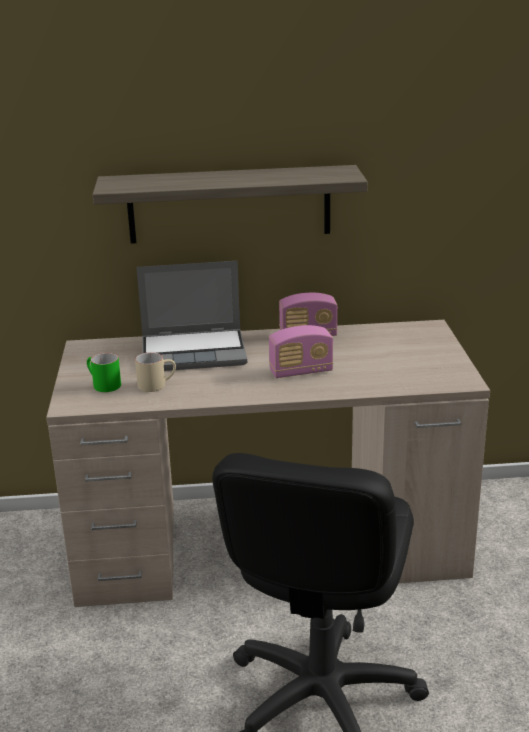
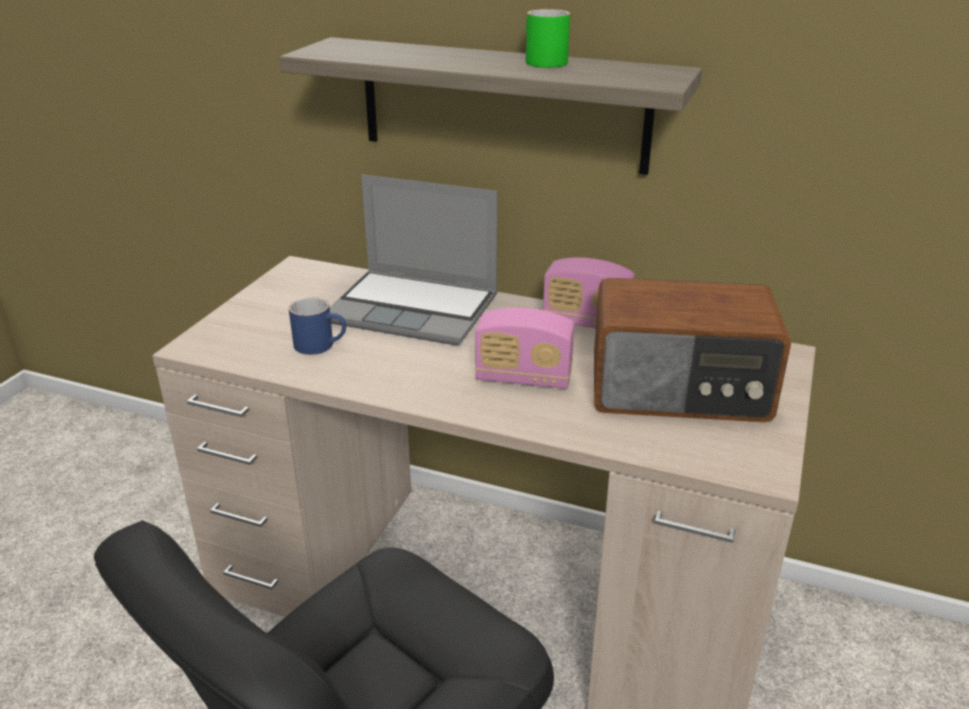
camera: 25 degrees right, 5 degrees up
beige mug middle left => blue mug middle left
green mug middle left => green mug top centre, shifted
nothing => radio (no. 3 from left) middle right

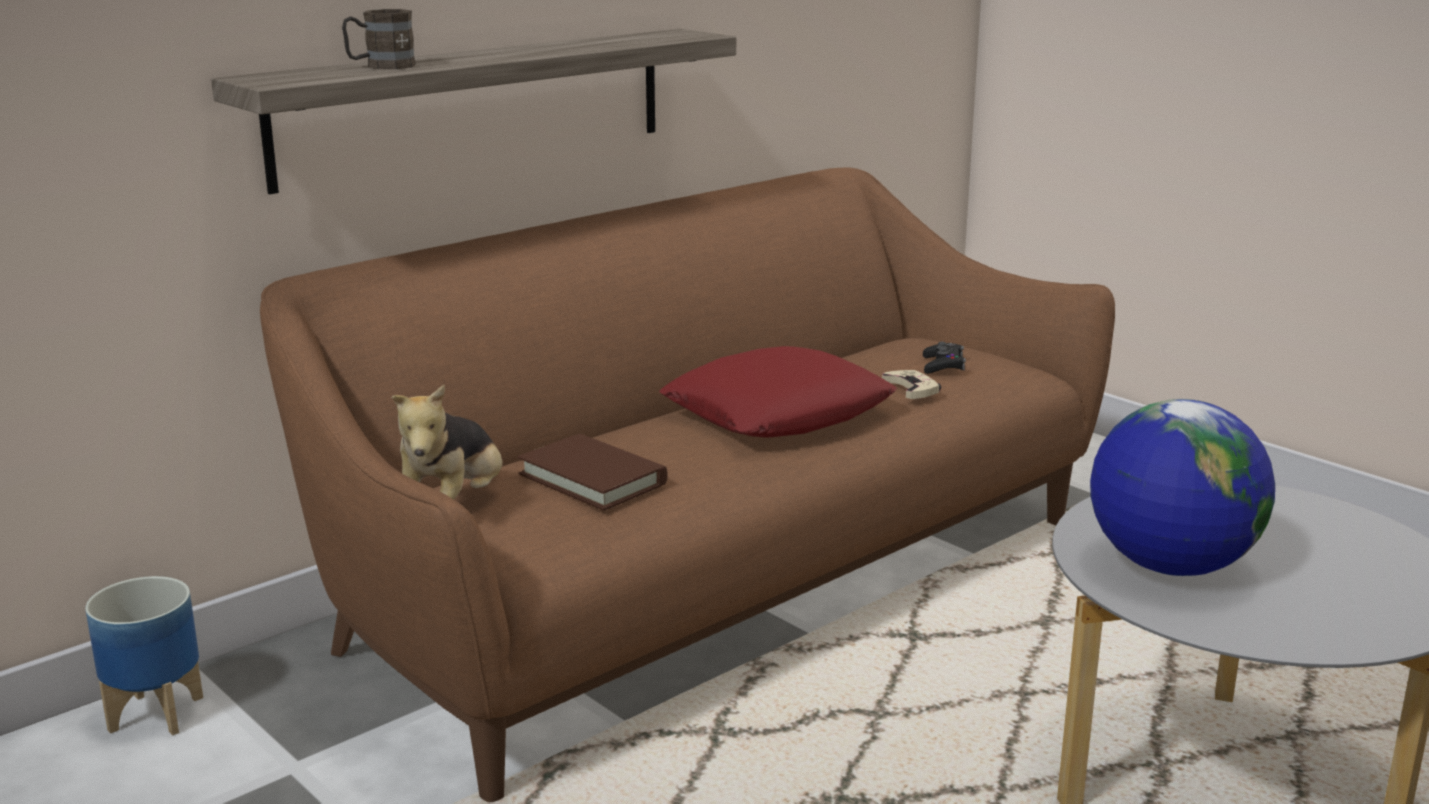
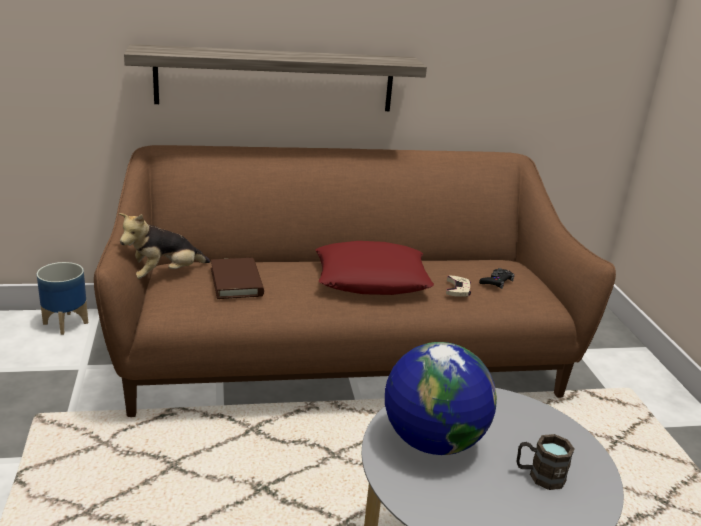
camera: 30 degrees right, 5 degrees up
brown mug top left => brown mug bottom right, shifted

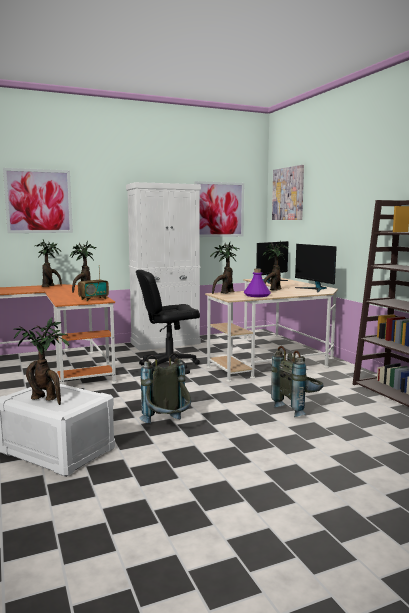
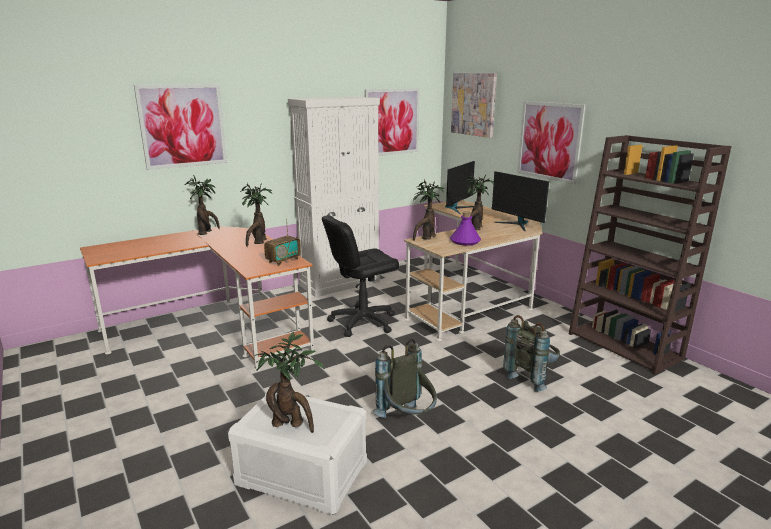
camera: 10 degrees left, 10 degrees up
nothing => picture (no. 4 from left) top right

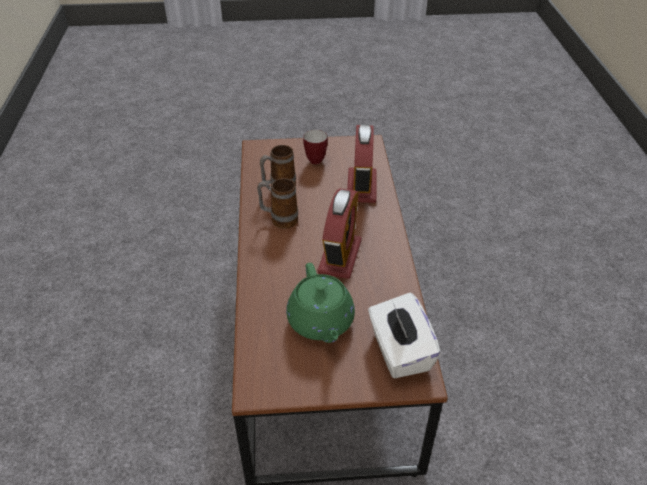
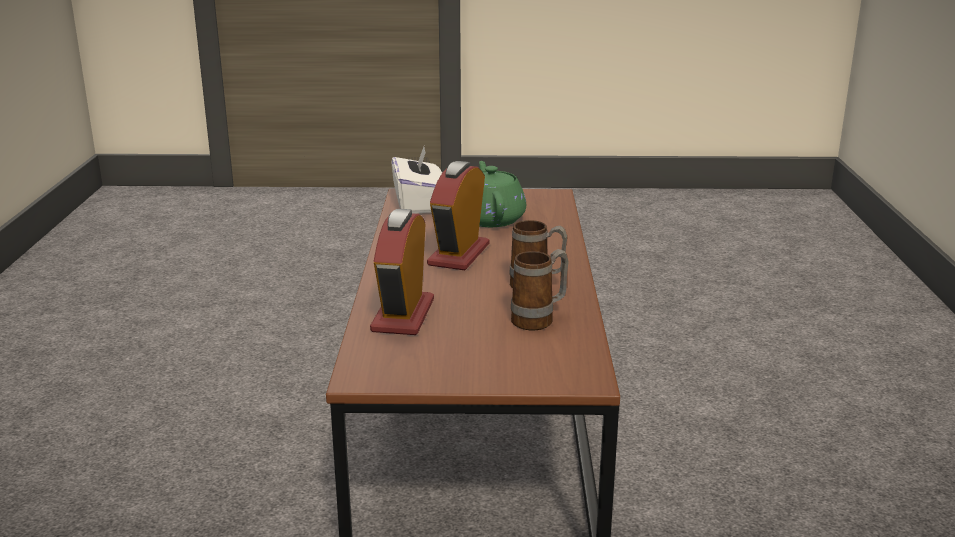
camera: 175 degrees left, 20 degrees down
mug (no. 3 from left) top centre => nothing

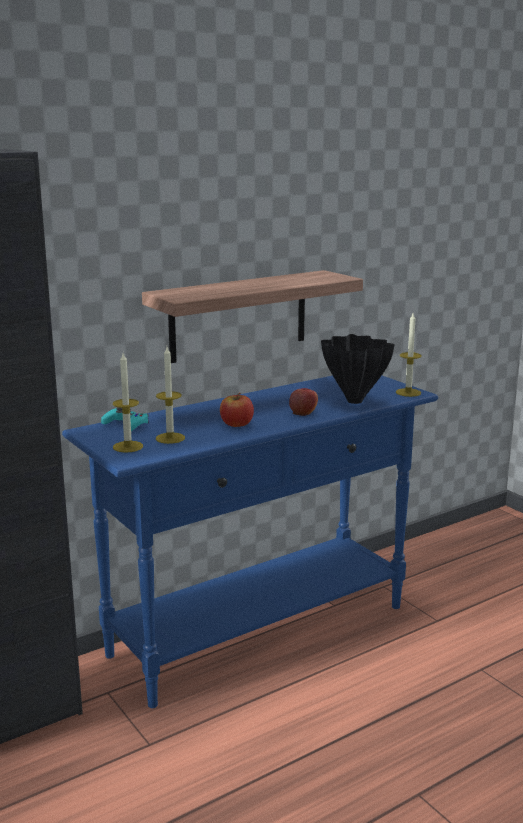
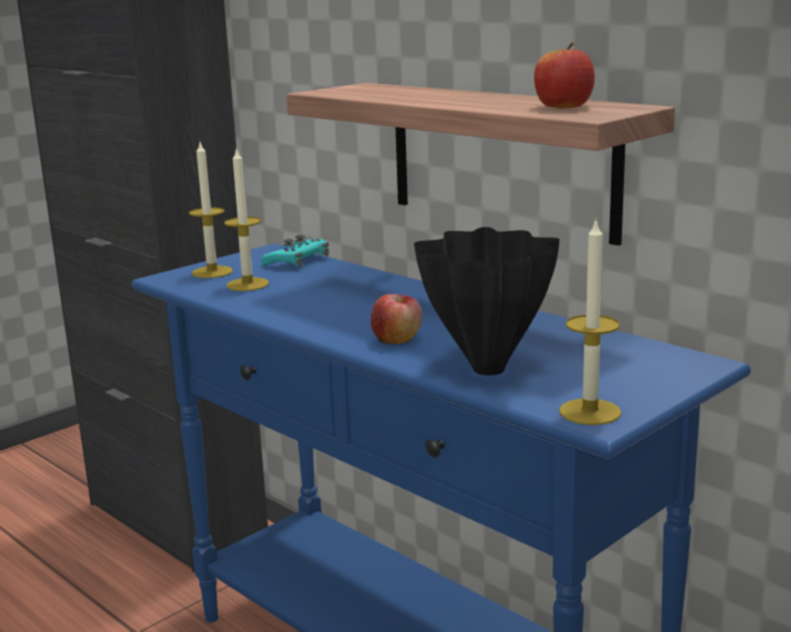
camera: 80 degrees right, 0 degrees up
apple (no. 1 from left in the first image) centre => apple (no. 2 from left) top right, shifted

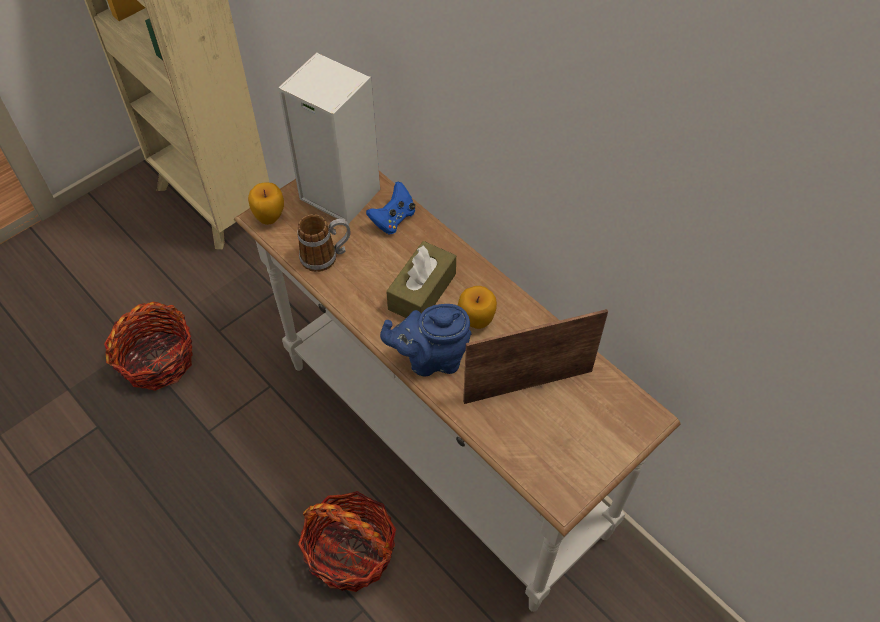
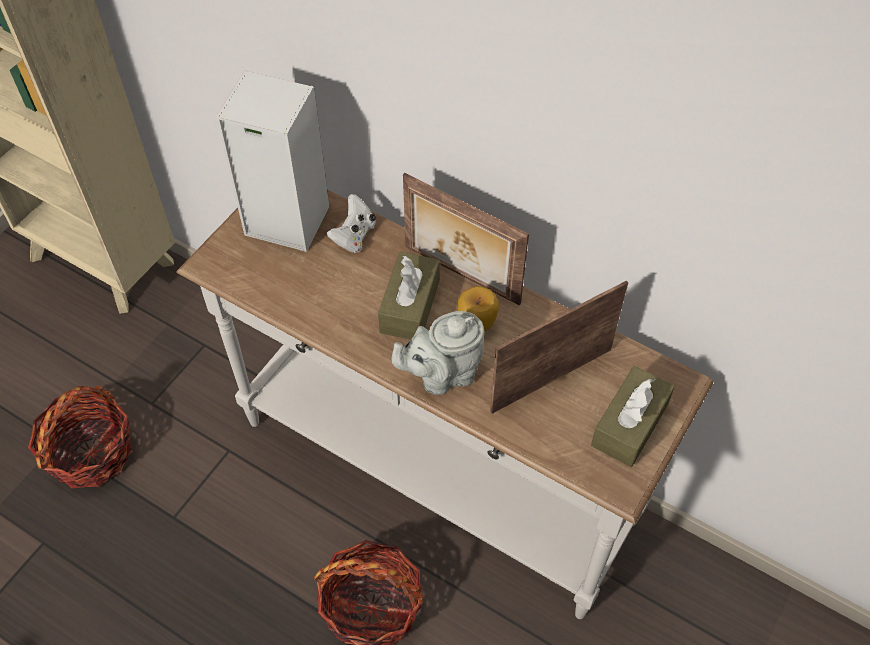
camera: 15 degrees left, 0 degrees up
apple (no. 1 from left) top left => nothing
blue game controller centre => white game controller centre
mug centre => nothing
blue teapot centre => grey teapot centre
nothing => picture frame (no. 1 from left) centre
nothing => brown tissue box (no. 2 from left) middle right

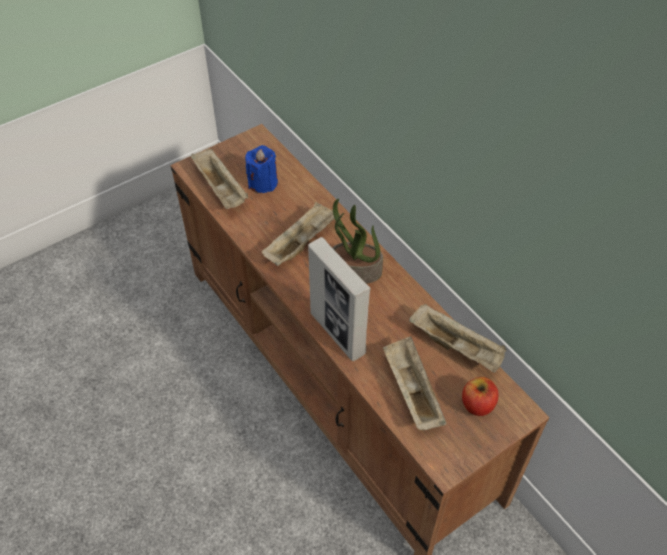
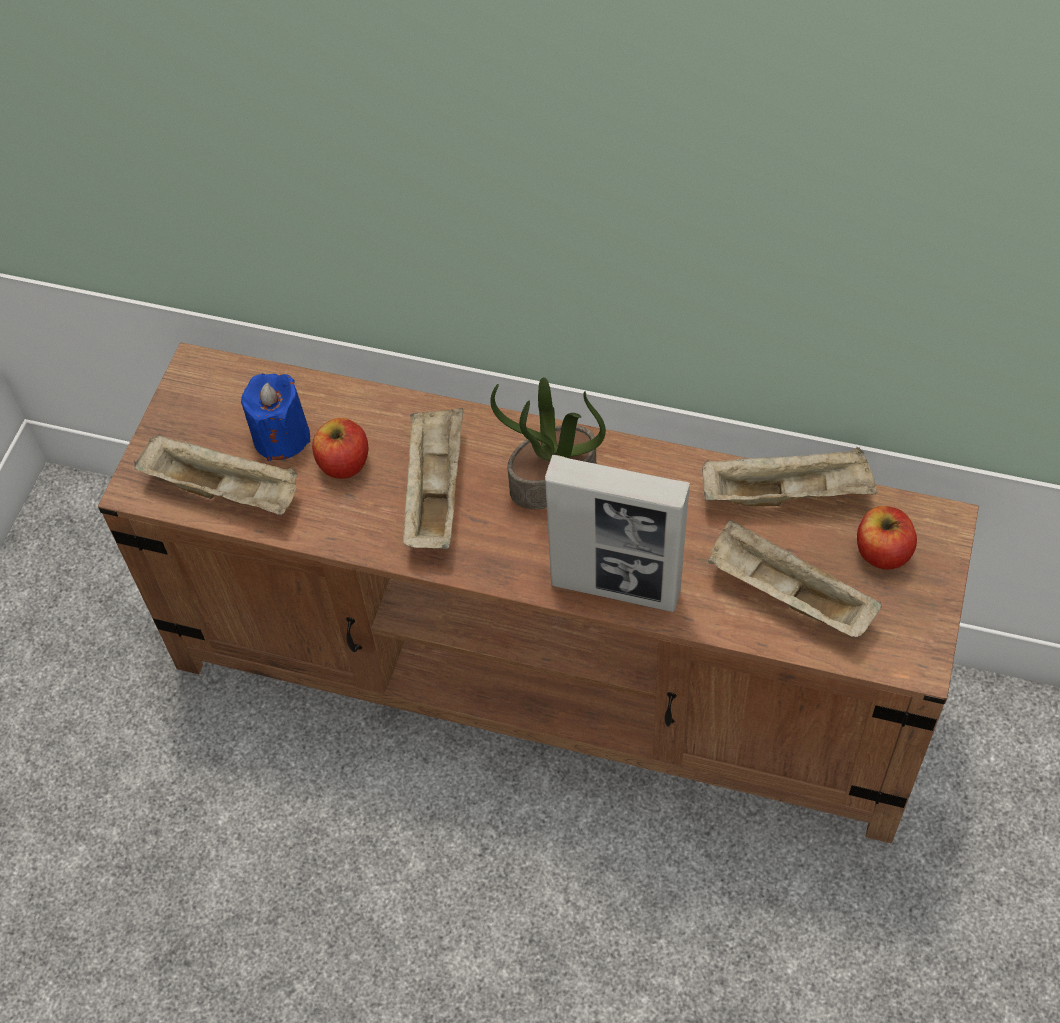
camera: 35 degrees left, 5 degrees up
nothing => apple (no. 1 from left) middle left

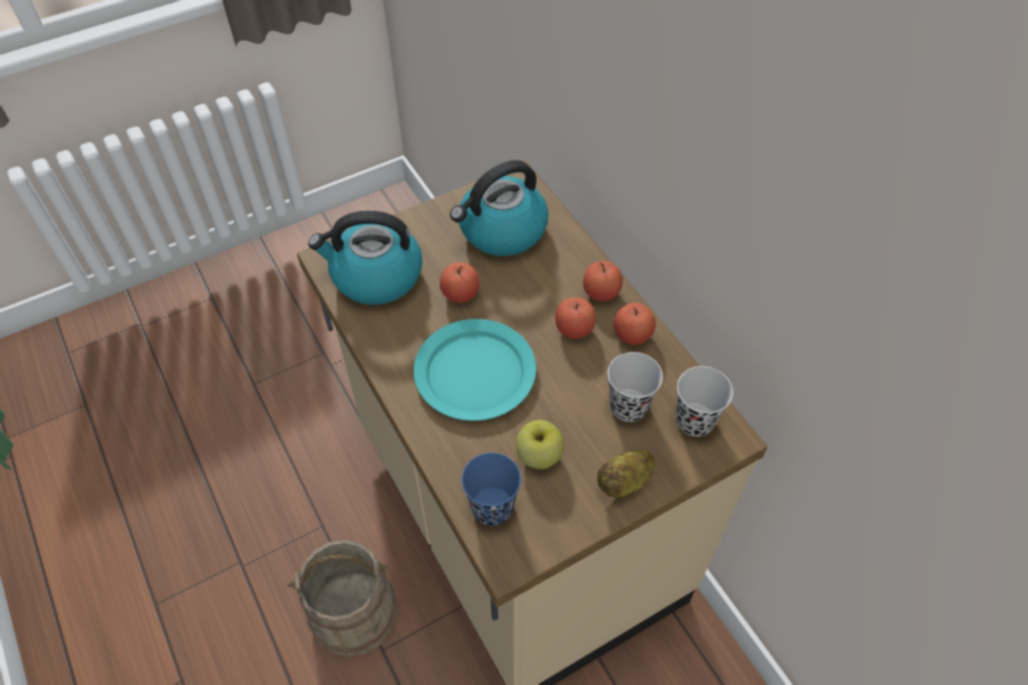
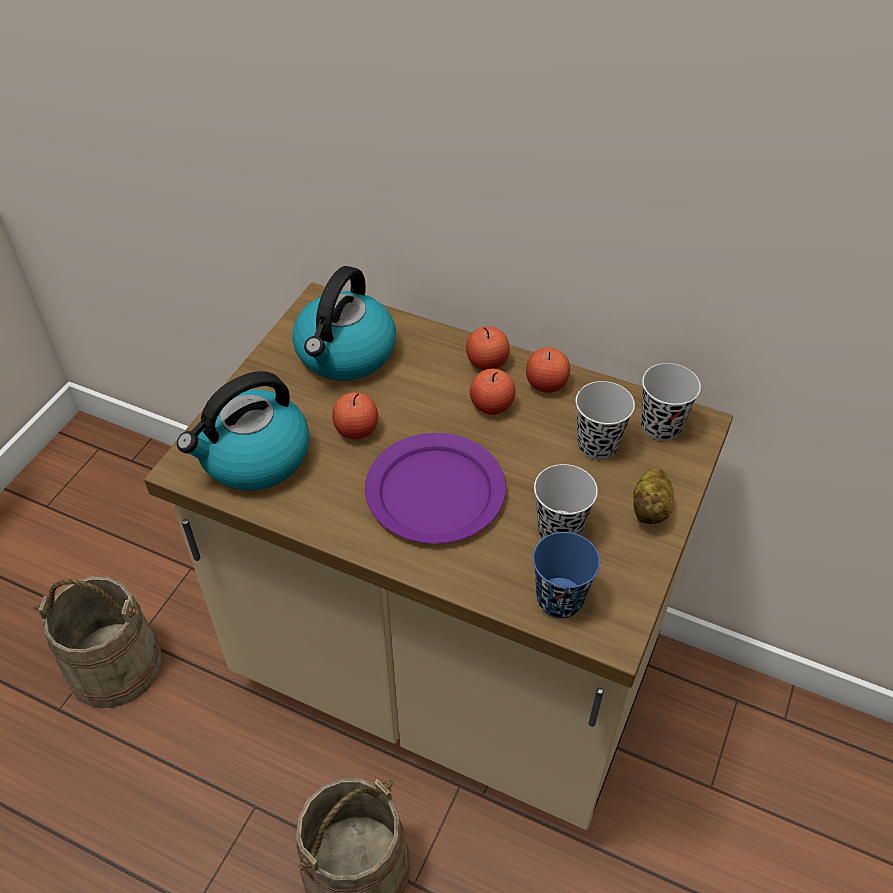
camera: 35 degrees left, 5 degrees down
turquoise plate centre => purple plate centre
apple (no. 2 from left) centre => black cup (no. 1 from left) centre
nothing => beige bucket (no. 1 from left) bottom left

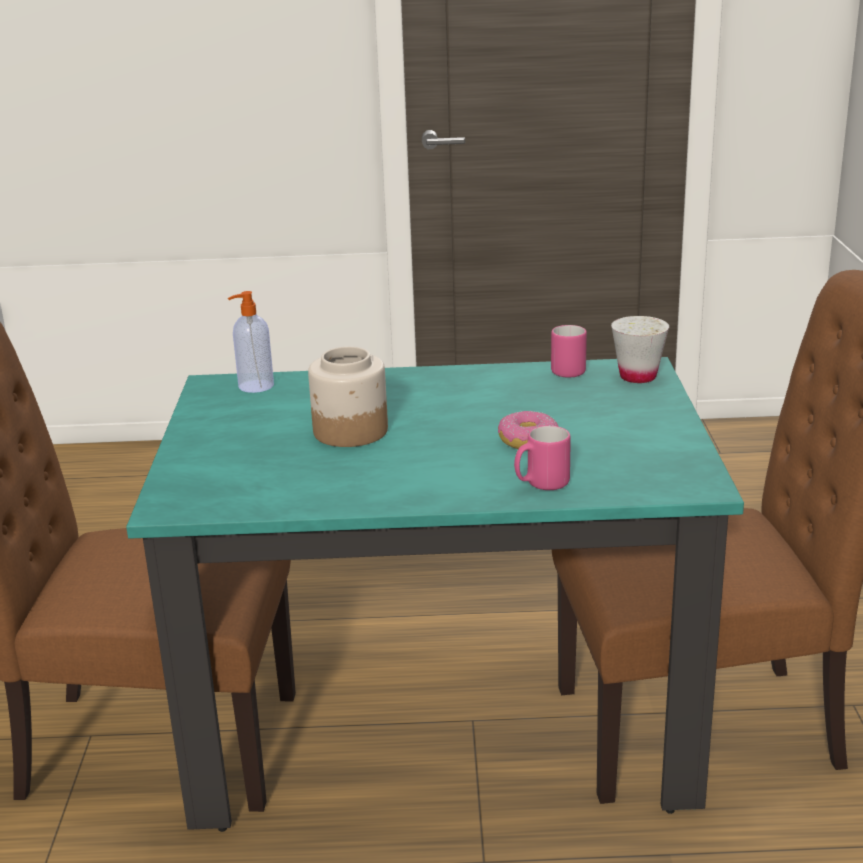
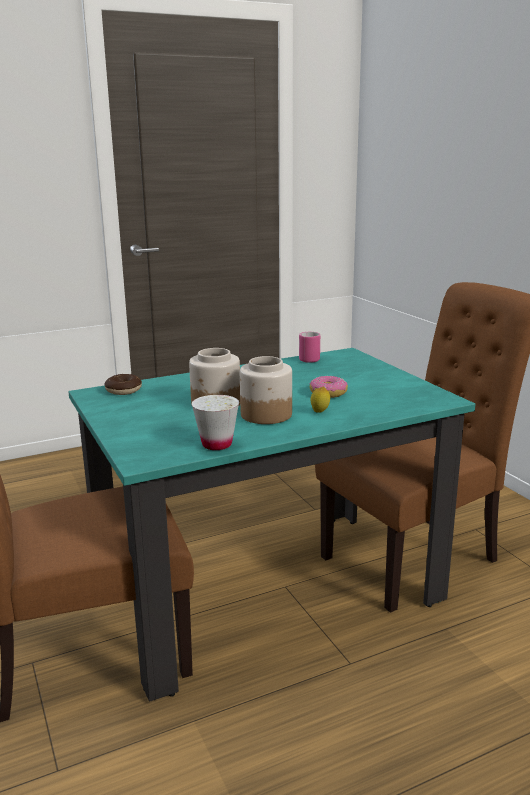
camera: 25 degrees left, 5 degrees down
soap dispenser middle left => donut (no. 1 from left) middle left
white cup middle right => white cup centre, shifted
pink mug (no. 1 from left) centre => nothing
nothing => jar (no. 2 from left) centre
nothing => lemon centre

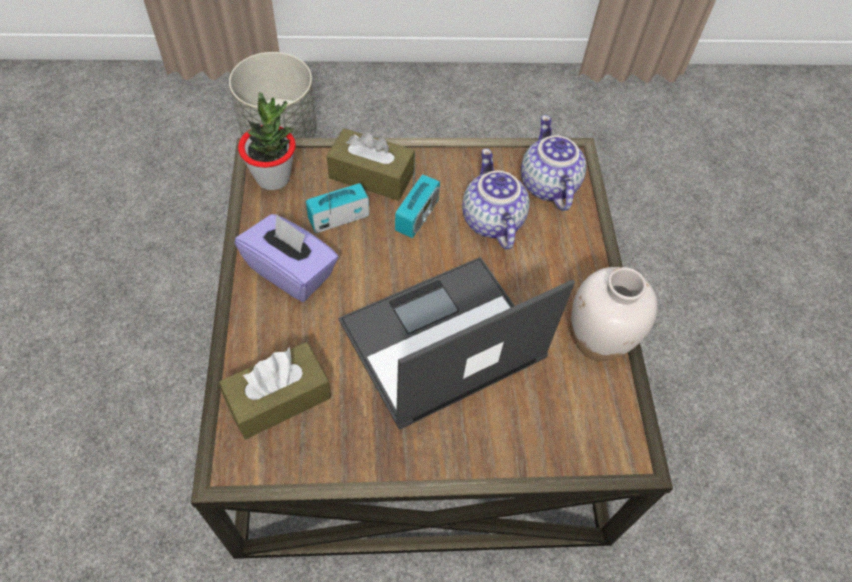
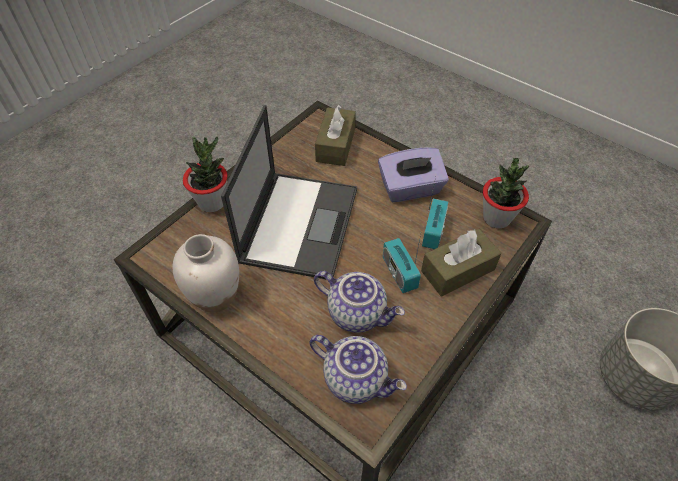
camera: 135 degrees right, 5 degrees down
nothing => potted plant (no. 1 from left) middle left

